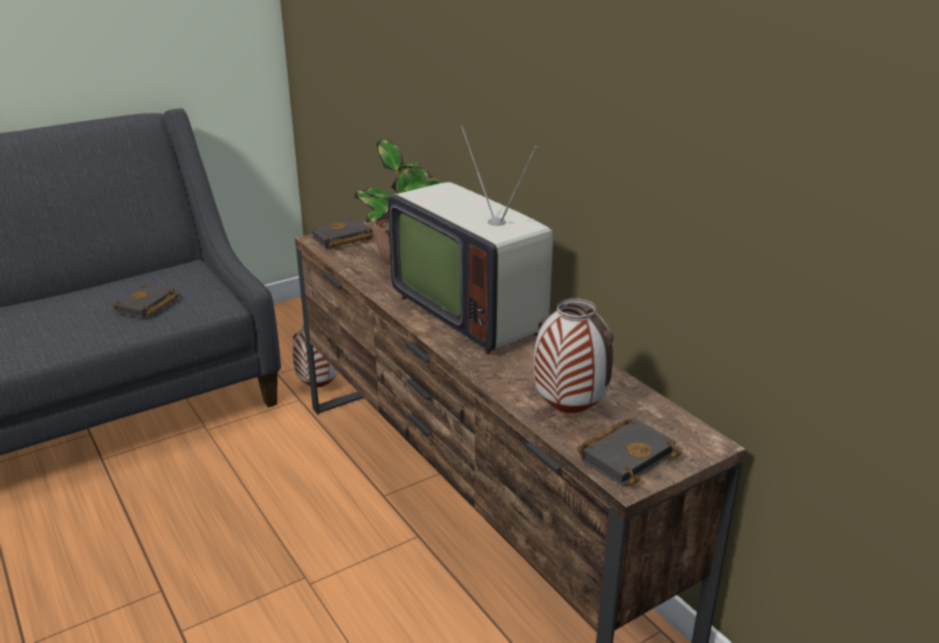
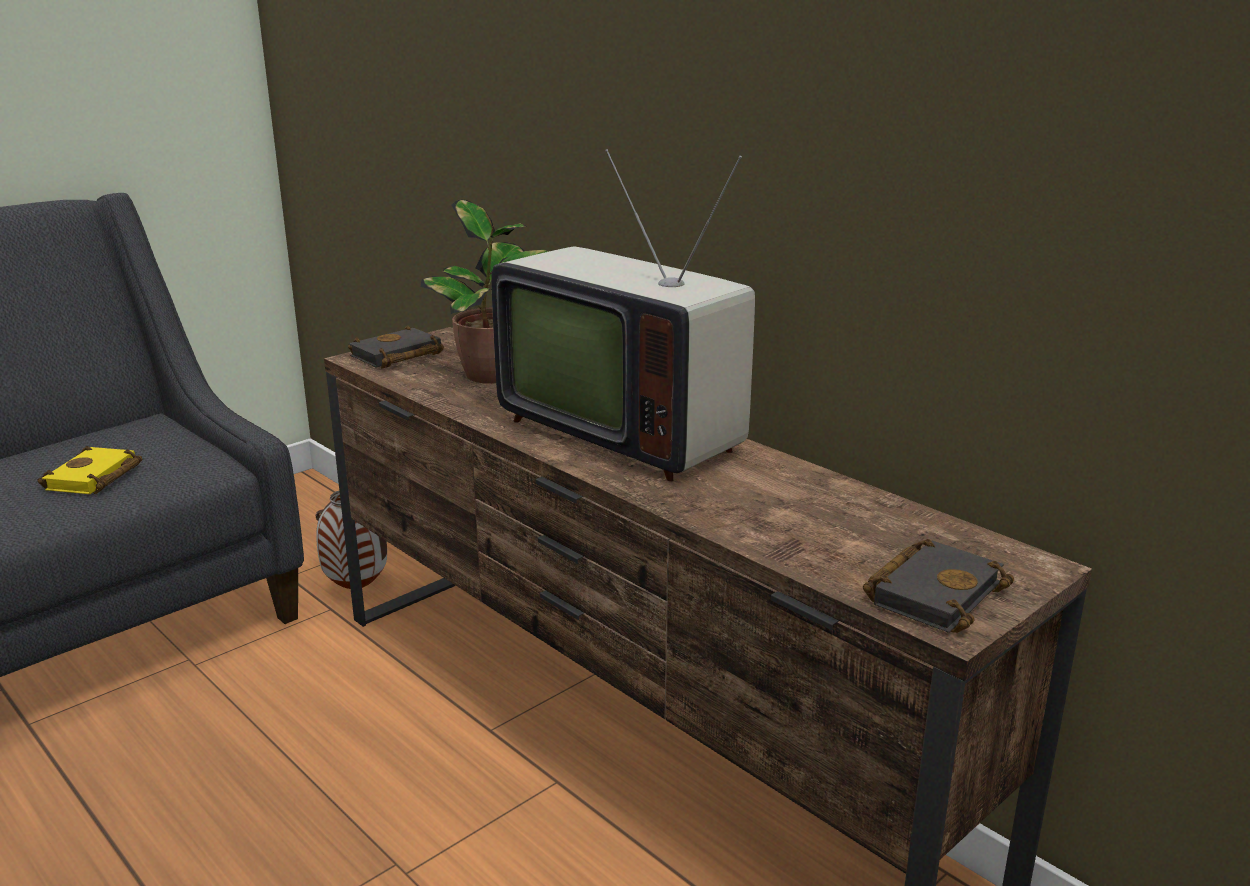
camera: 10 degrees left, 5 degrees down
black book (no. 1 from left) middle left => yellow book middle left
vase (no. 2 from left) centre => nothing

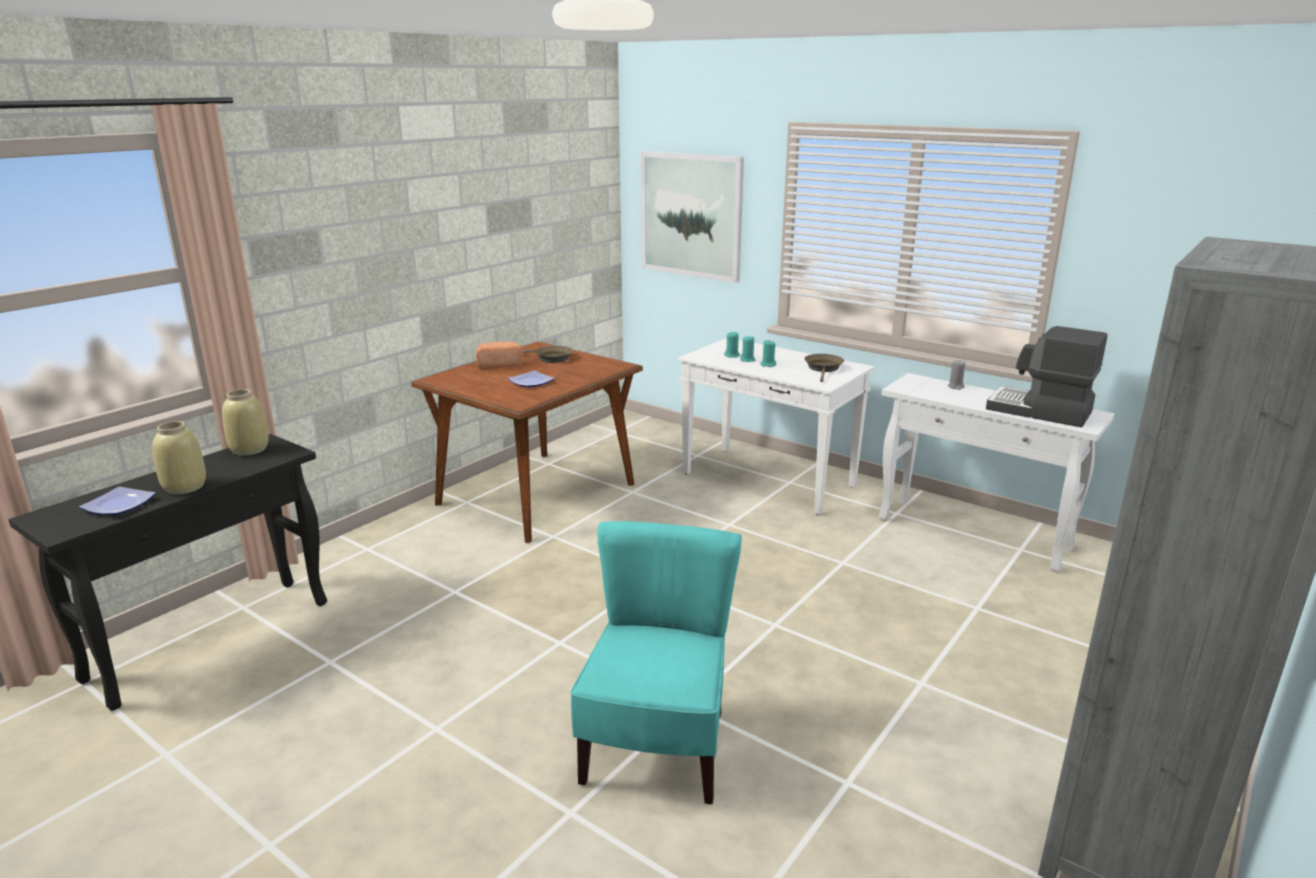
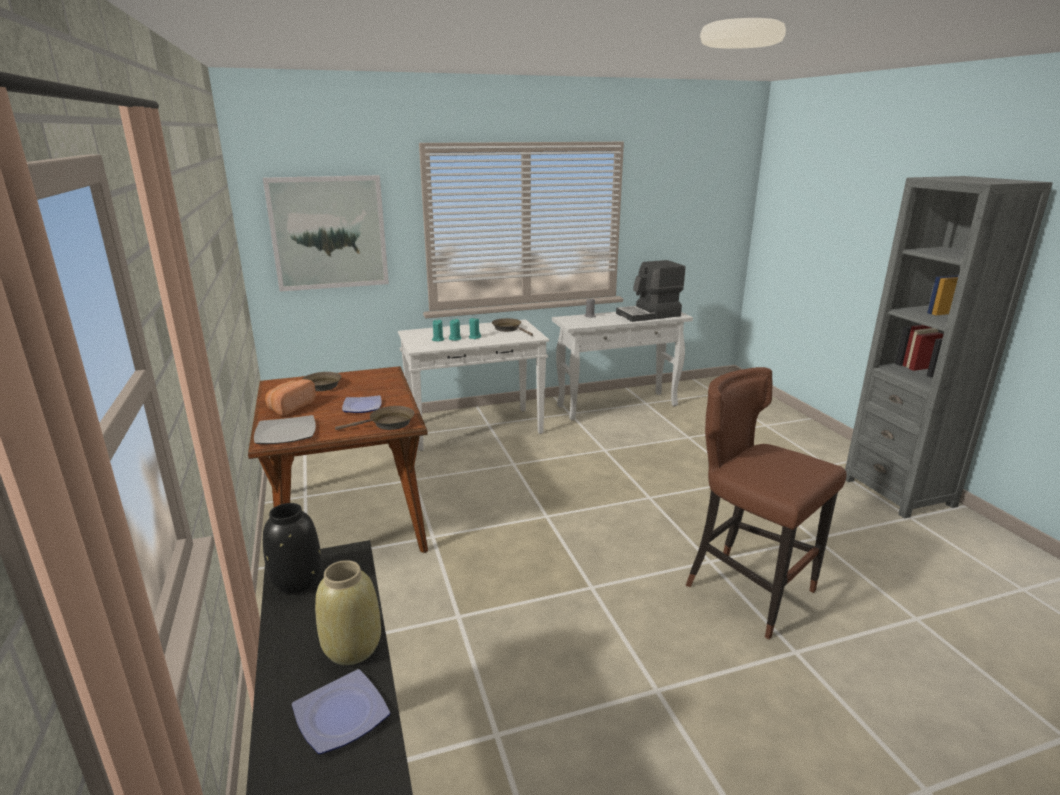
camera: 55 degrees left, 0 degrees up
beige vase (no. 2 from left) middle left => black vase bottom left
turquoise chair bottom centre => brown stool middle right
nothing => brown frying pan (no. 2 from left) centre
nothing => plate (no. 1 from left) middle left

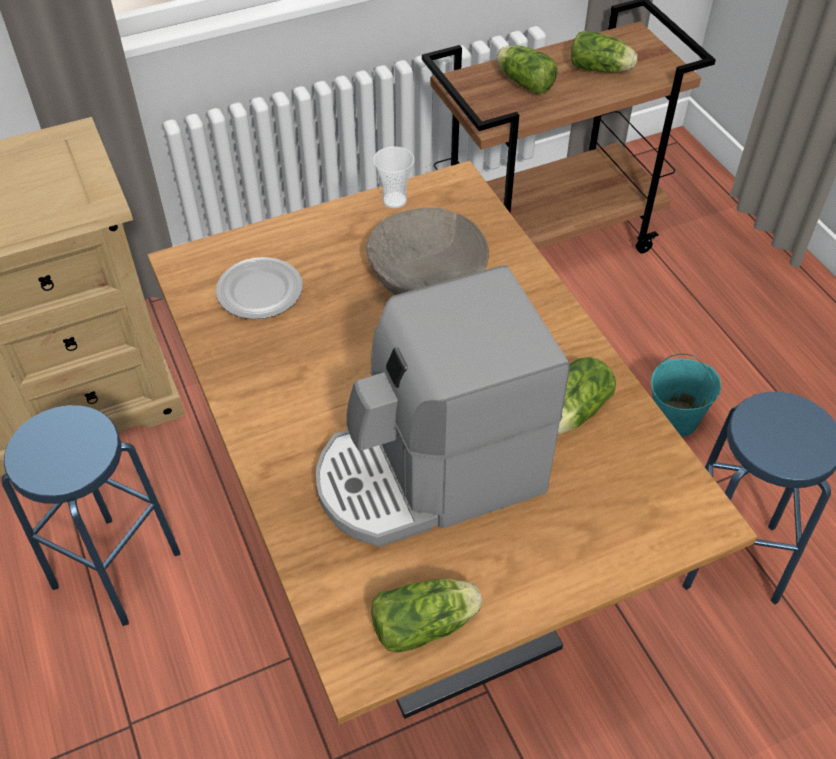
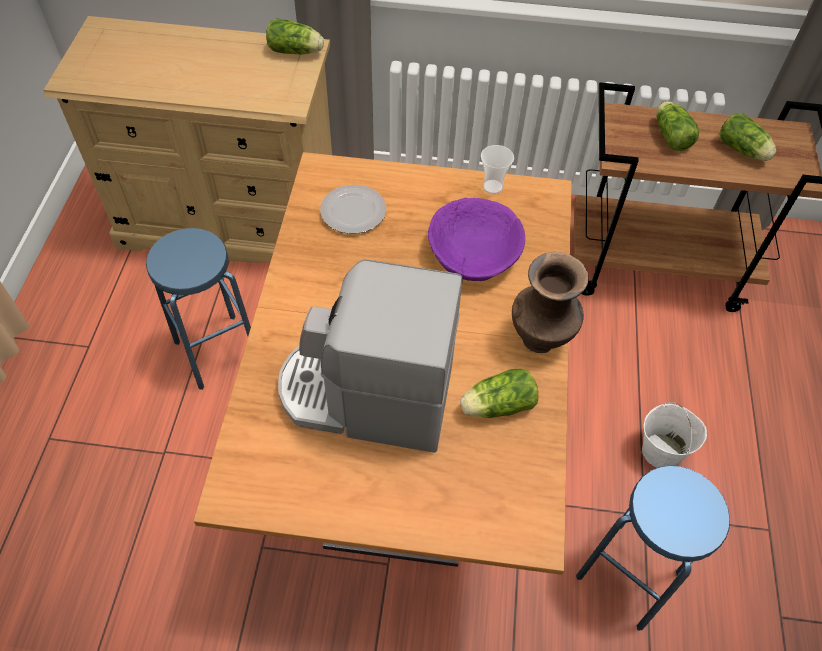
camera: 30 degrees right, 5 degrees up
beige bowl top centre => purple bowl centre
turquoise bucket middle right => white bucket bottom right
lettuce (no. 1 from left) bottom centre => lettuce (no. 1 from left) top centre, shifted
nothing => brown vase middle right

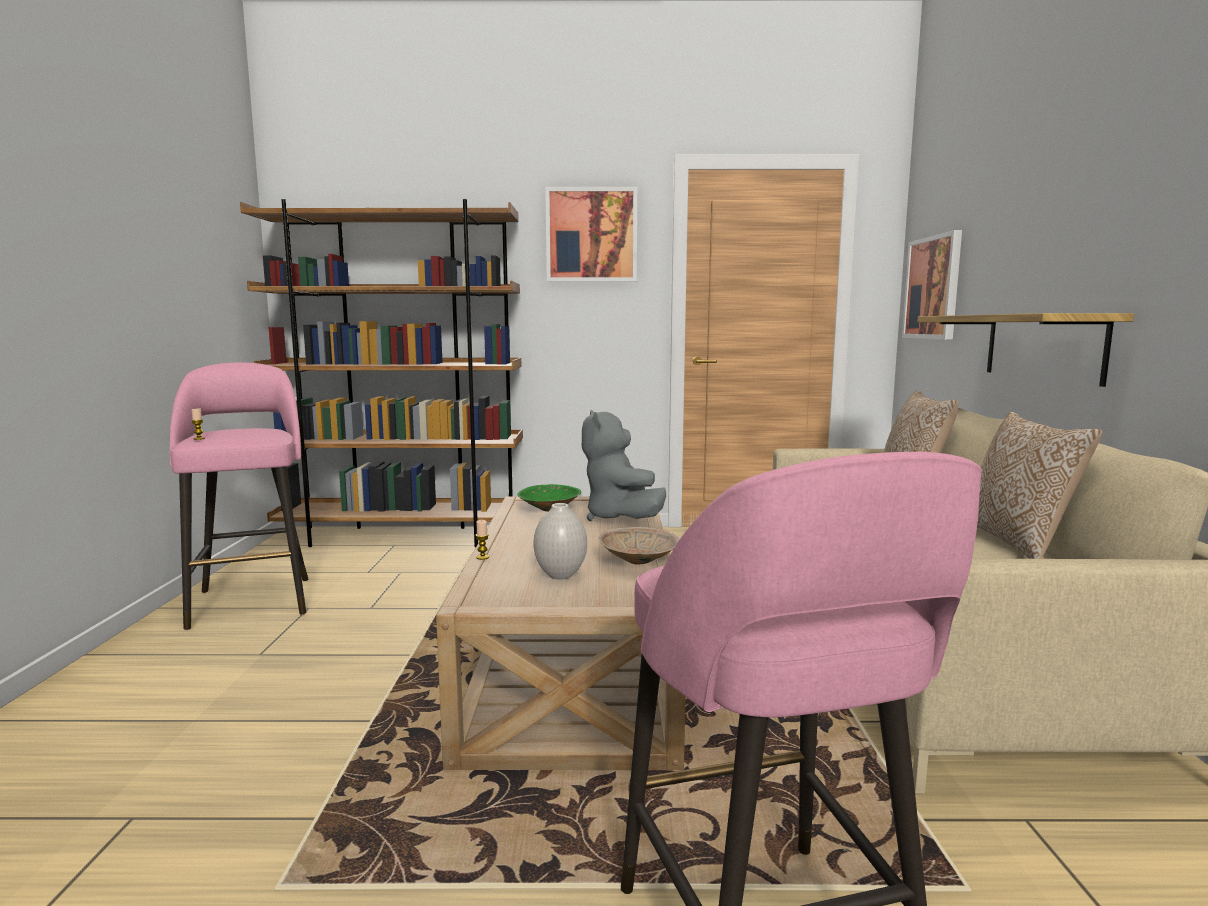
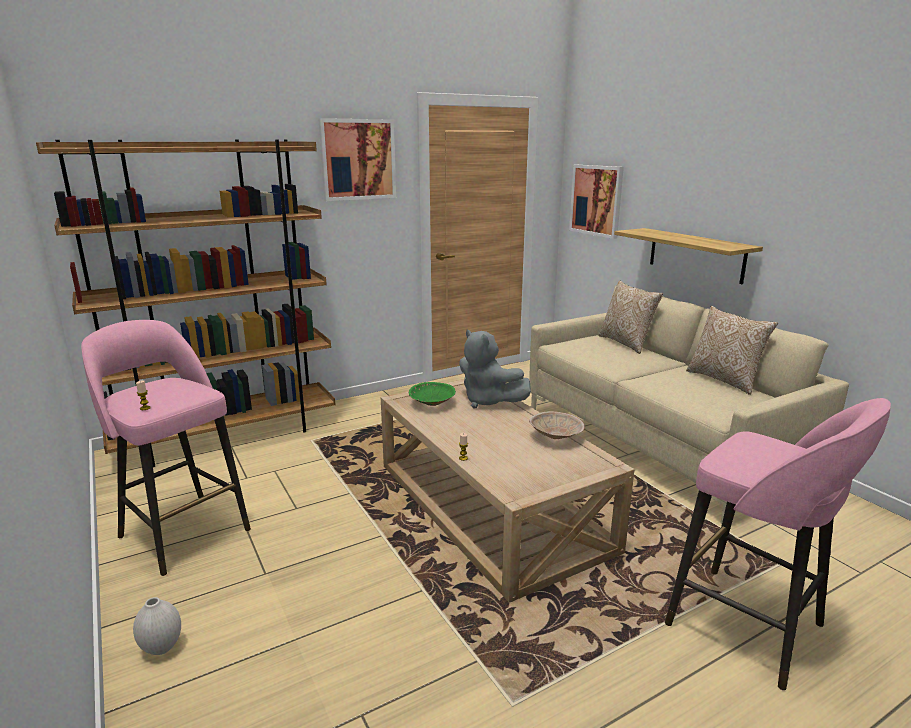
camera: 30 degrees left, 10 degrees up
white vase centre => white vase bottom left, shifted

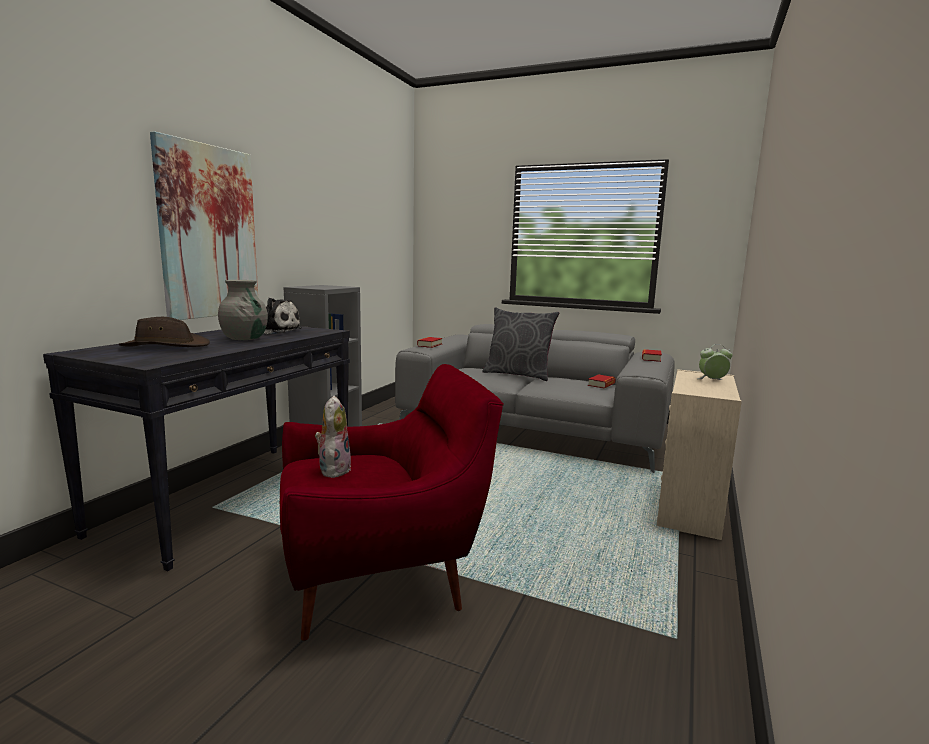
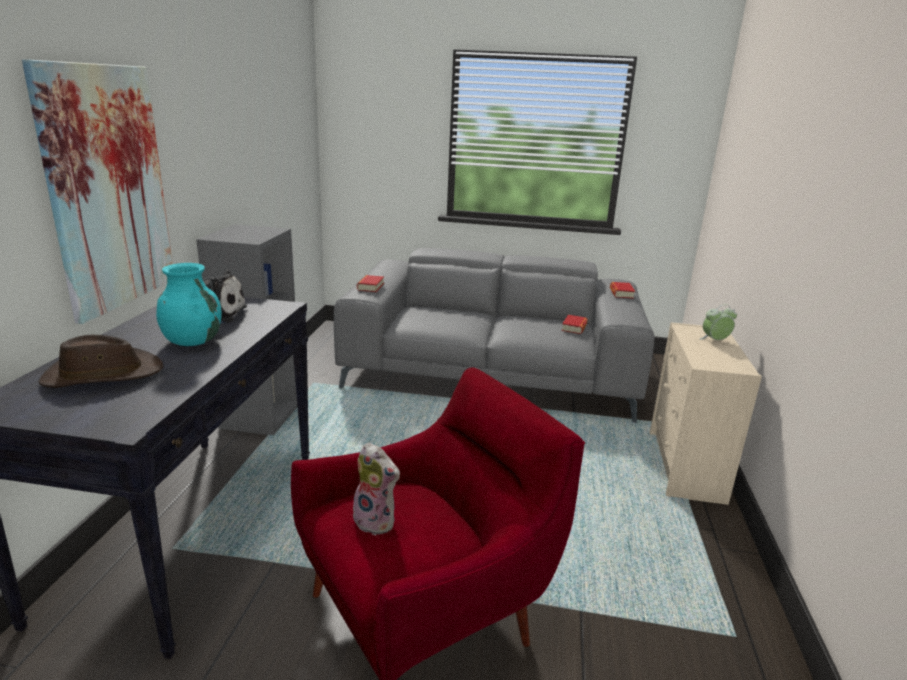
camera: 15 degrees left, 10 degrees up
grey vase middle left => turquoise vase middle left
grey pillow centre => nothing
plush toy (no. 2 from left) centre => plush toy (no. 2 from left) bottom centre, 135 degrees clockwise

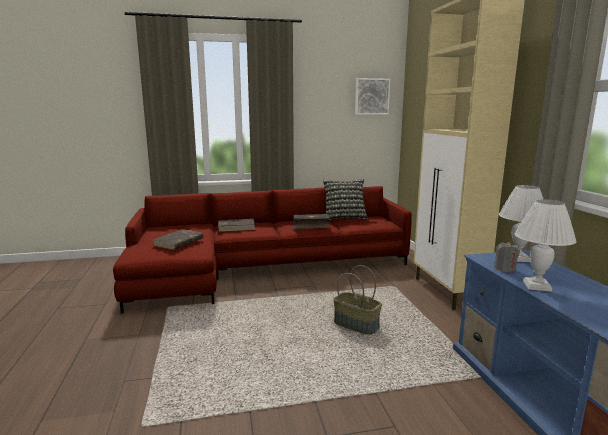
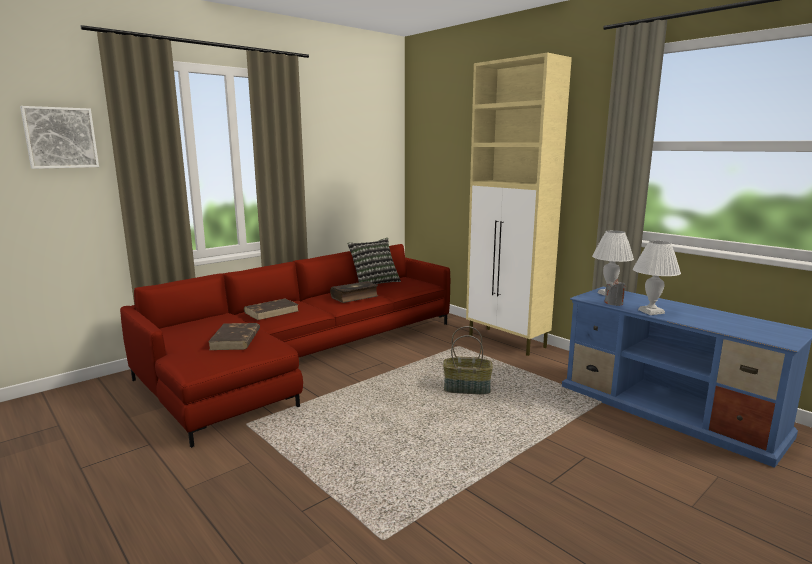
camera: 30 degrees left, 0 degrees up
picture top centre => picture top left, shifted

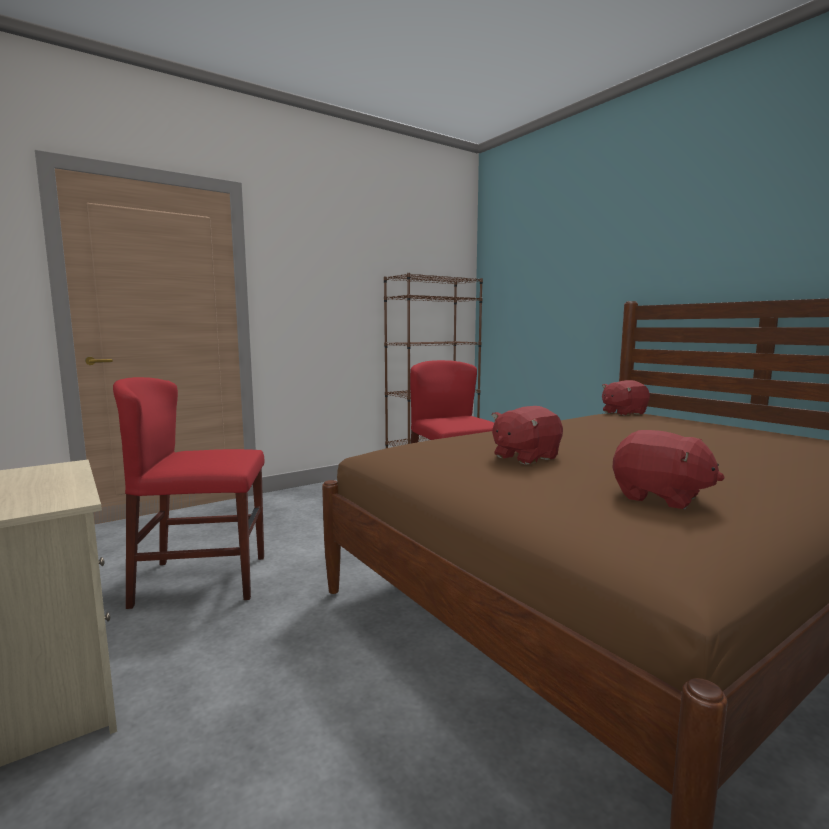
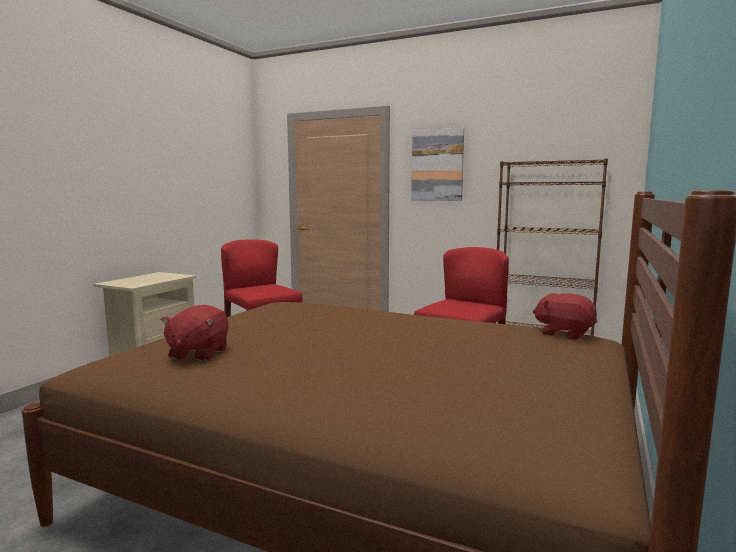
camera: 60 degrees right, 0 degrees up
red plush toy (no. 1 from left) centre => nothing
nothing => picture top centre

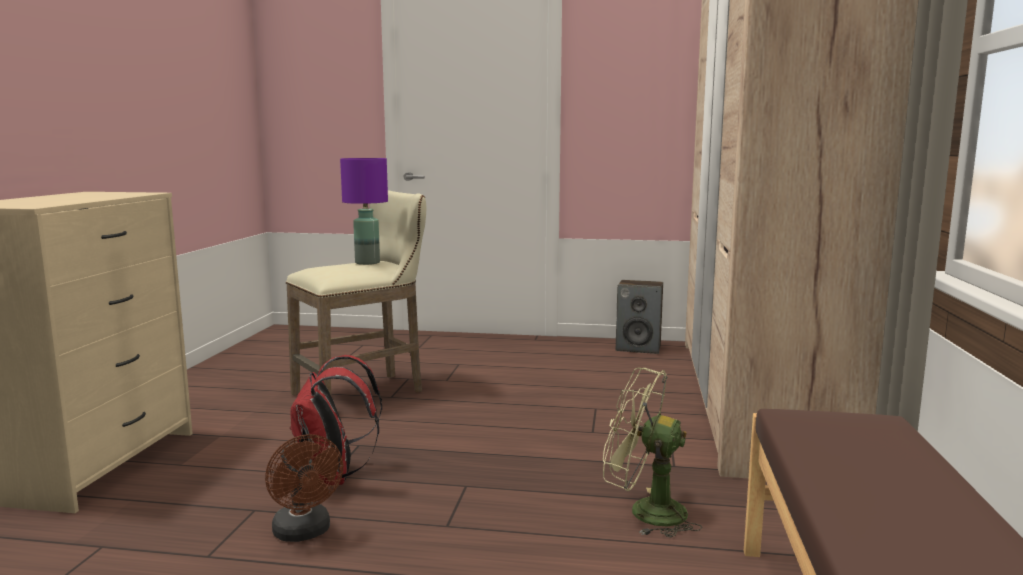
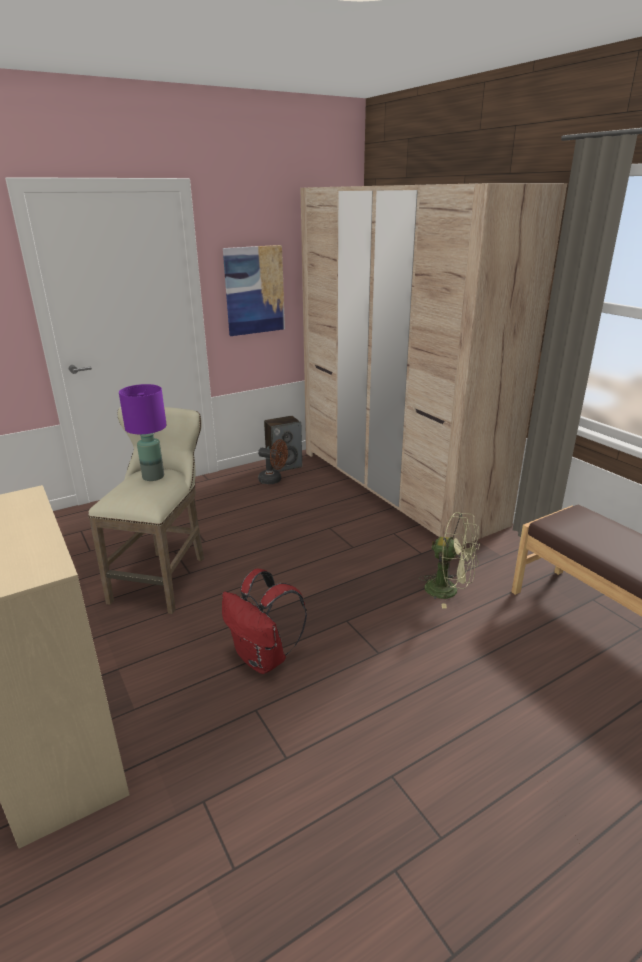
camera: 40 degrees left, 15 degrees up
green fan bottom centre => green fan middle right, 135 degrees counterclockwise
brown fan bottom left => brown fan centre, shifted
nothing => picture top centre

